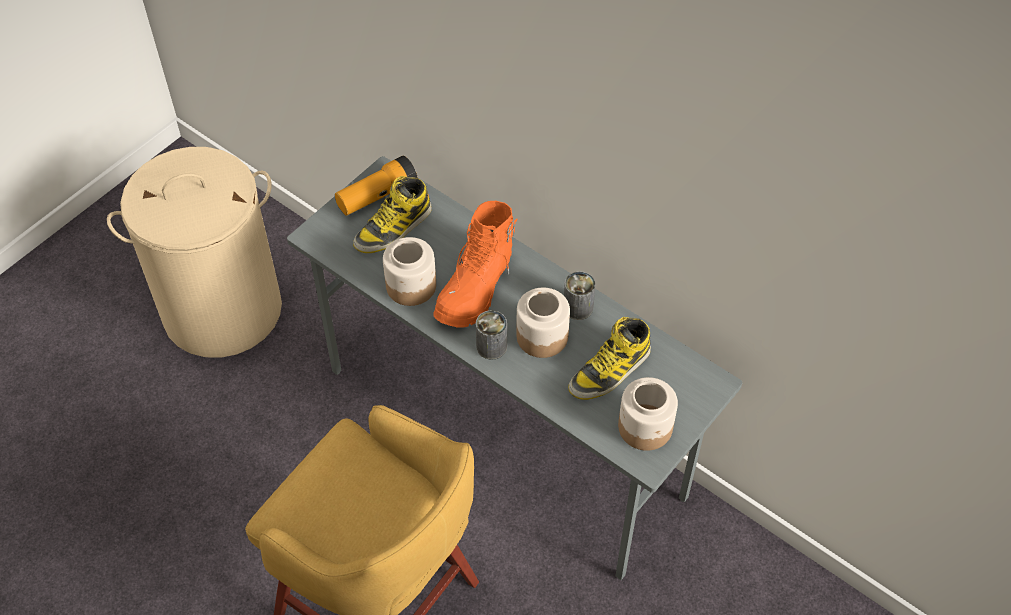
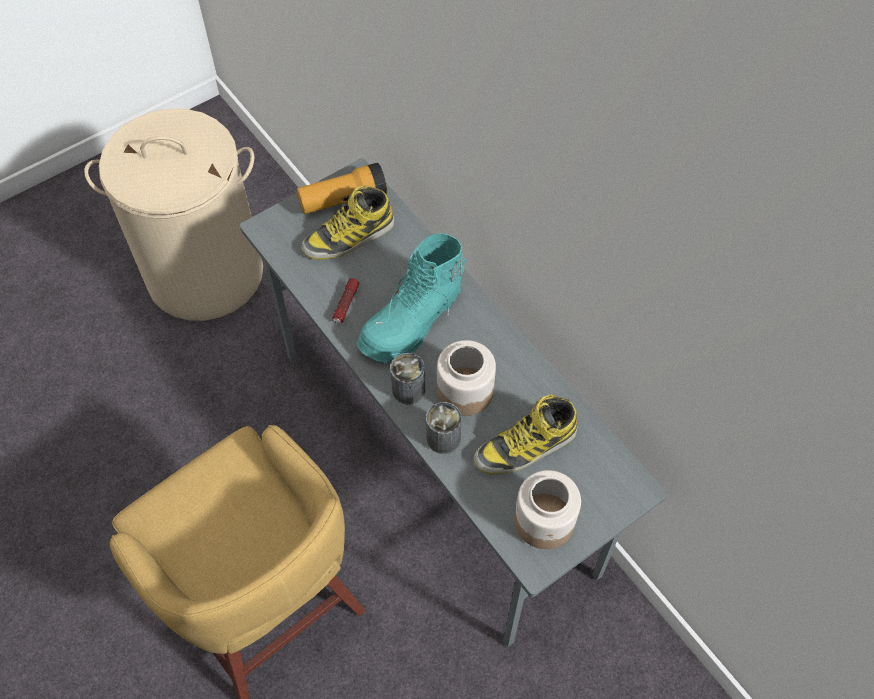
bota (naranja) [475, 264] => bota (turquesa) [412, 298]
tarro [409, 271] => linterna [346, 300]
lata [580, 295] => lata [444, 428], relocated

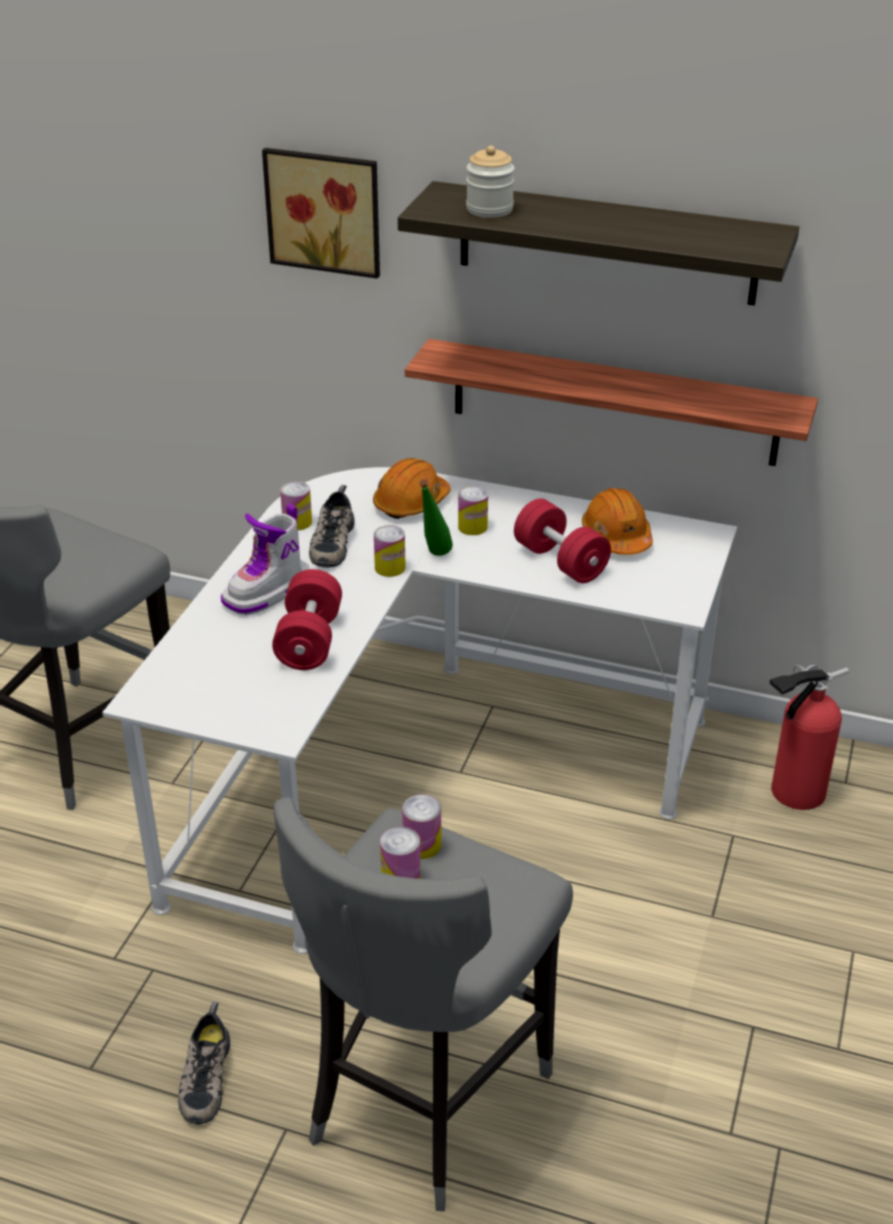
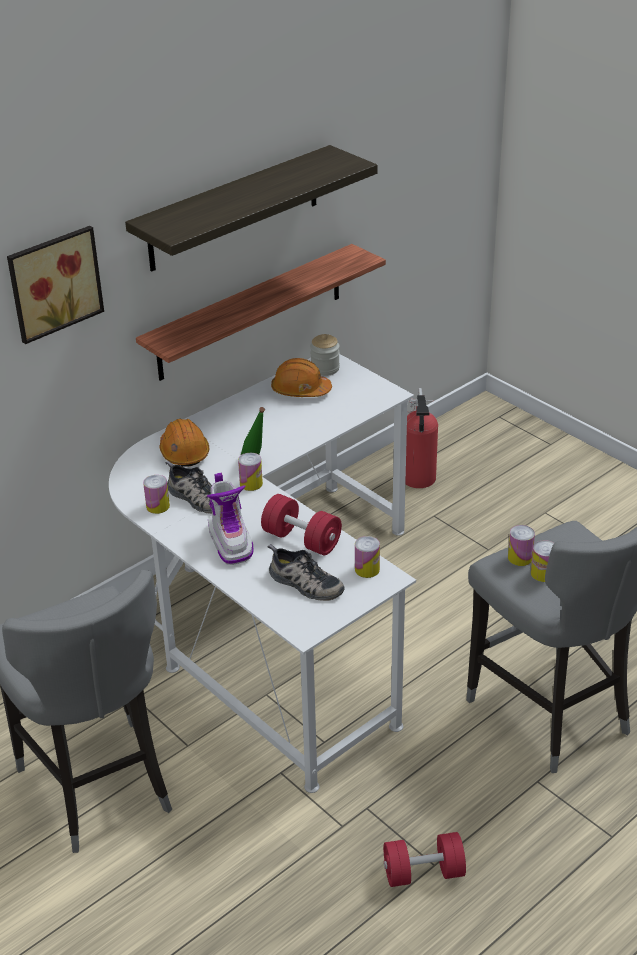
tarro [490, 182] => tarro [325, 355], relocated
lata [473, 510] => lata [367, 557], relocated
mancuerna (rojo) [562, 541] => mancuerna (rojo) [424, 859], relocated
zapato [204, 1063] => zapato [306, 572], relocated

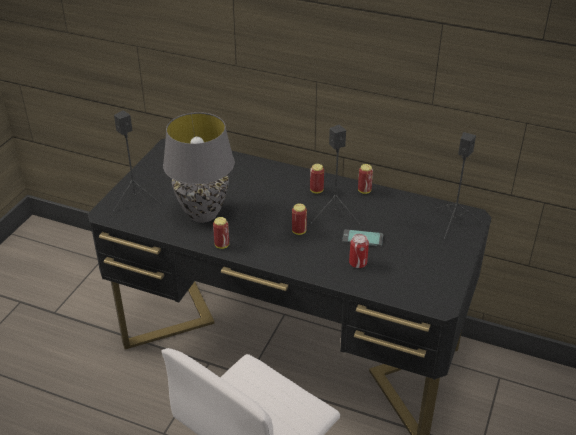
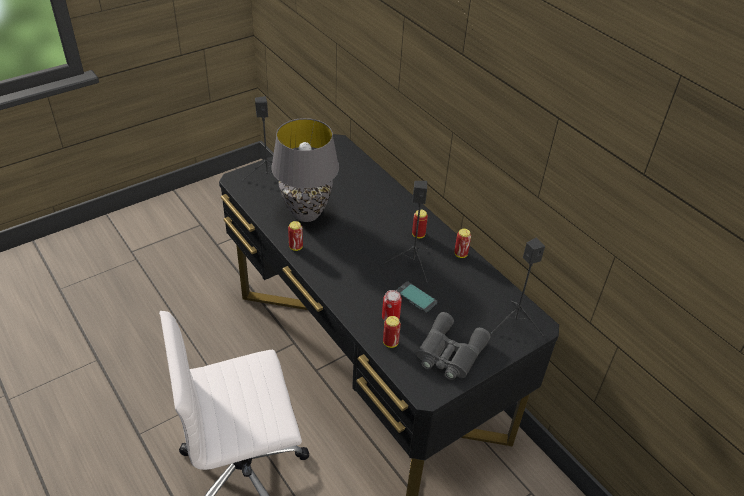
lata [299, 219] => lata [392, 332], relocated
nothing => prismáticos (gris) [453, 346]

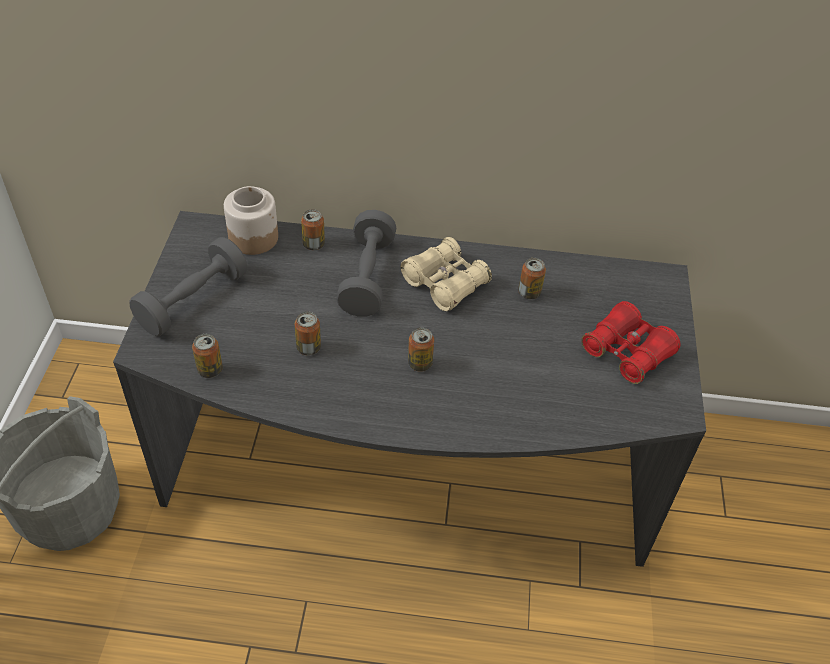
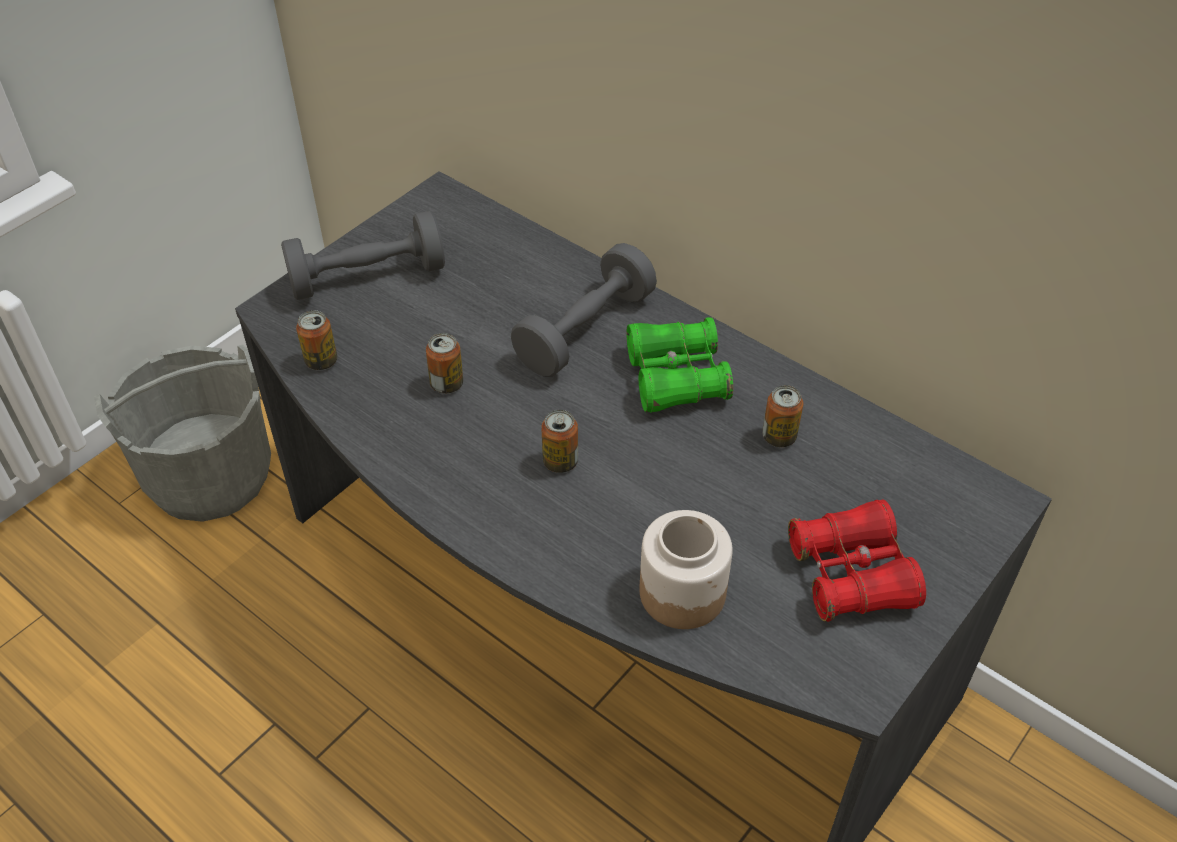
tarro [251, 220] => tarro [686, 569], relocated
lata [313, 229] => nothing
prismáticos (beis) [446, 274] => prismáticos (verde) [679, 365]

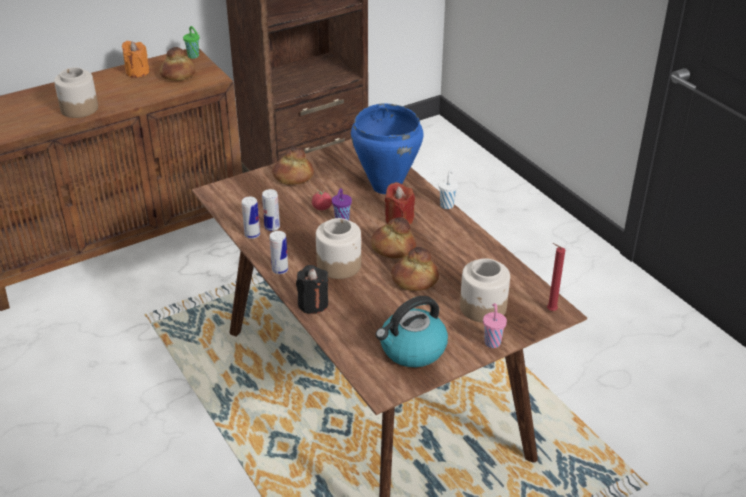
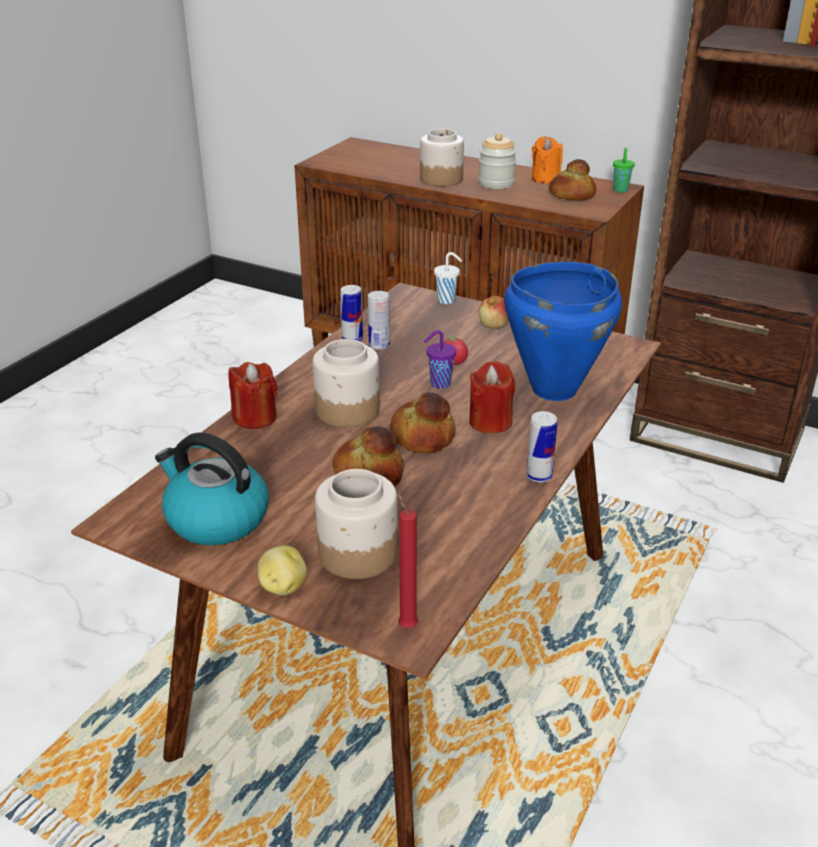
pan [293, 166] => manzana [493, 312]
taza (blanco) [448, 189] => taza (blanco) [448, 278], relocated
lata [278, 252] => lata [541, 447], relocated
vela (negro) [312, 289] => vela (rojo) [252, 395]
taza (rosa) [495, 325] => patata [282, 570]
nothing => tarro [497, 161]

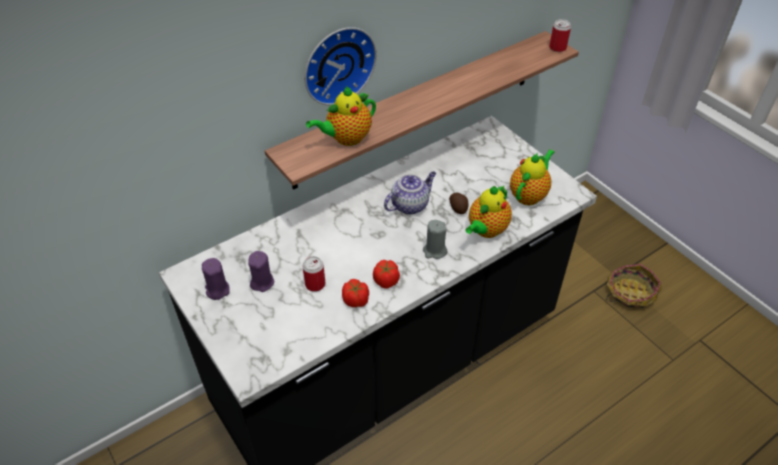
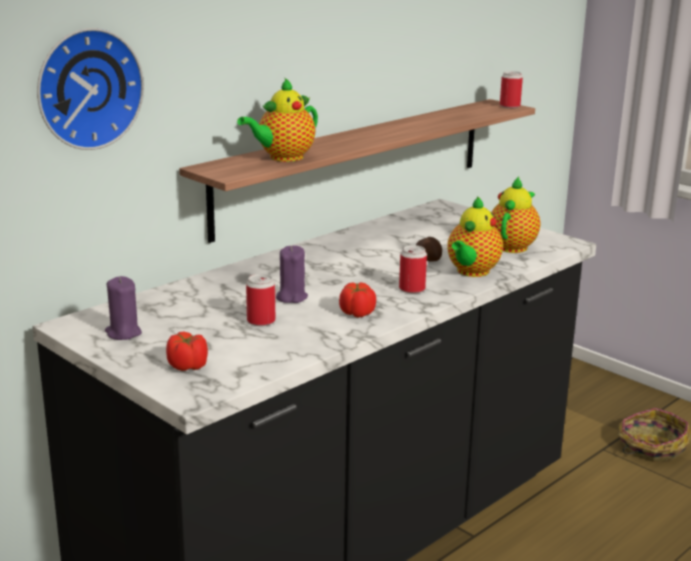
reloj de pared [341, 66] => reloj de pared [90, 89], relocated
tetera [410, 193] => nothing
vela (gris) [435, 239] => lata [413, 269]
vela (morado) [261, 271] => vela (morado) [292, 274], relocated
tomate [355, 293] => tomate [187, 351], relocated

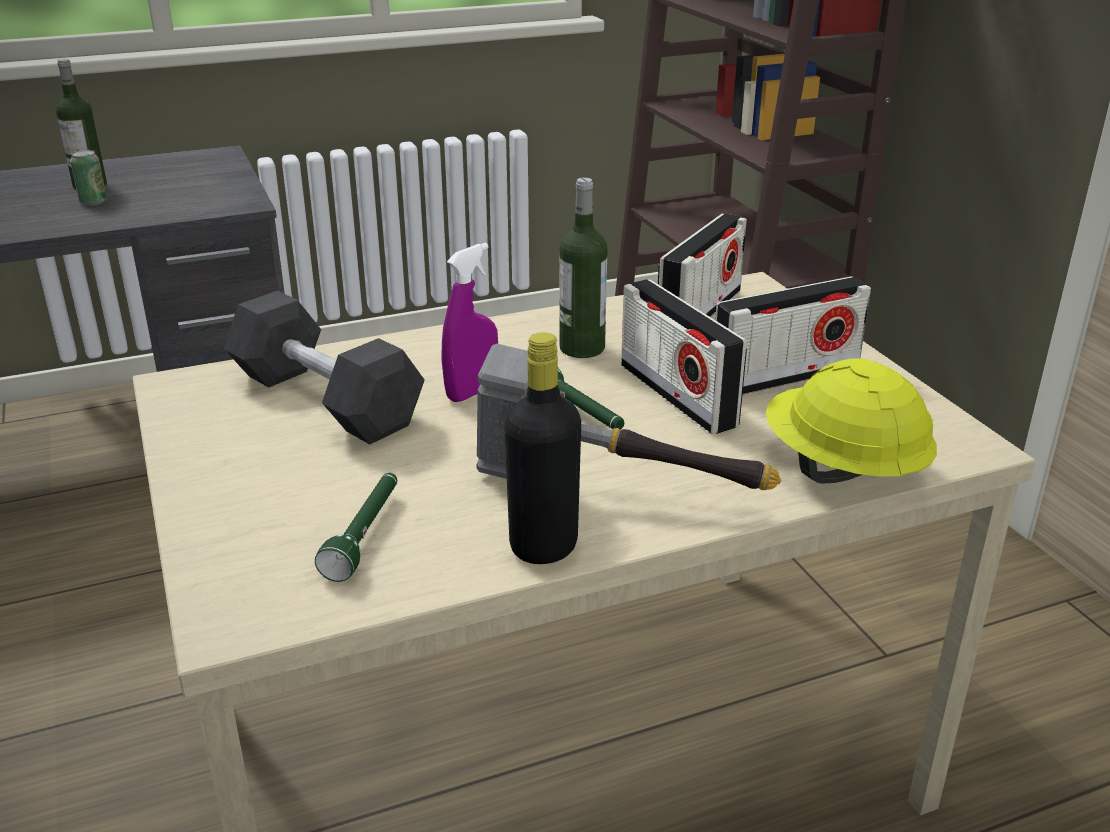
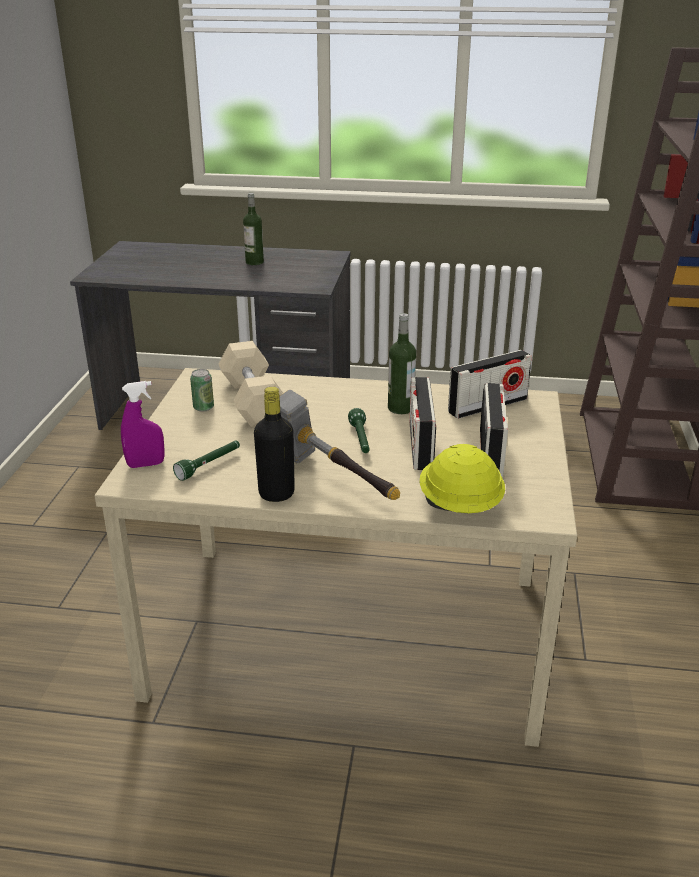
lata [88, 178] => lata [202, 390], relocated
pulverizador (morado) [470, 322] => pulverizador (morado) [143, 424], relocated
radio [793, 335] => radio [494, 430], 90 degrees counterclockwise
mancuerna (negro) [324, 367] => mancuerna (beis) [251, 384]

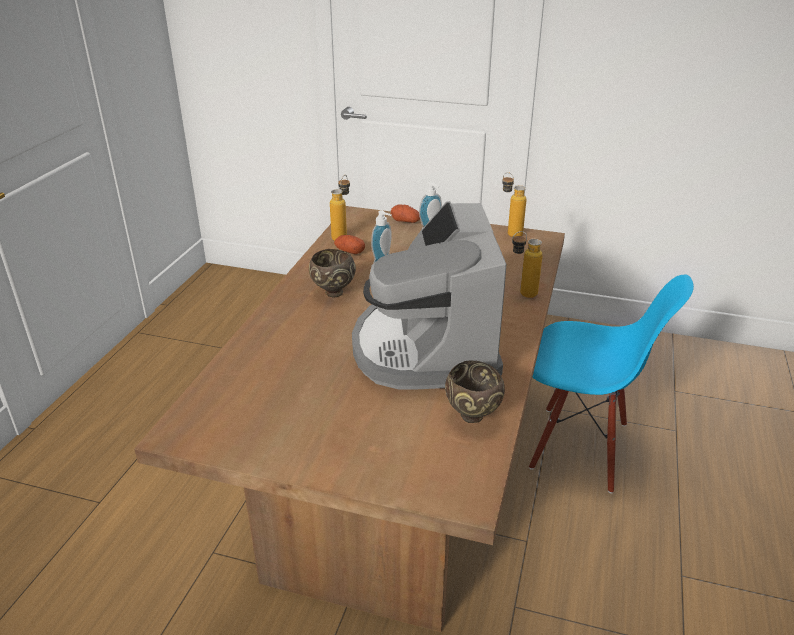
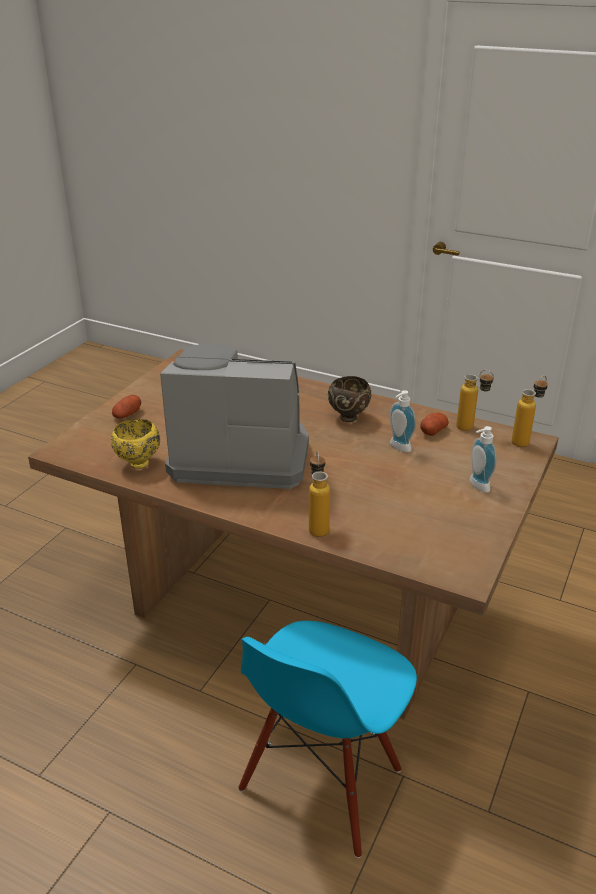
botella [514, 205] => botella [530, 411], relocated
patata [405, 213] => patata [126, 407], relocated
cuenco (marrón) [475, 391] => cuenco (amarillo) [135, 444]

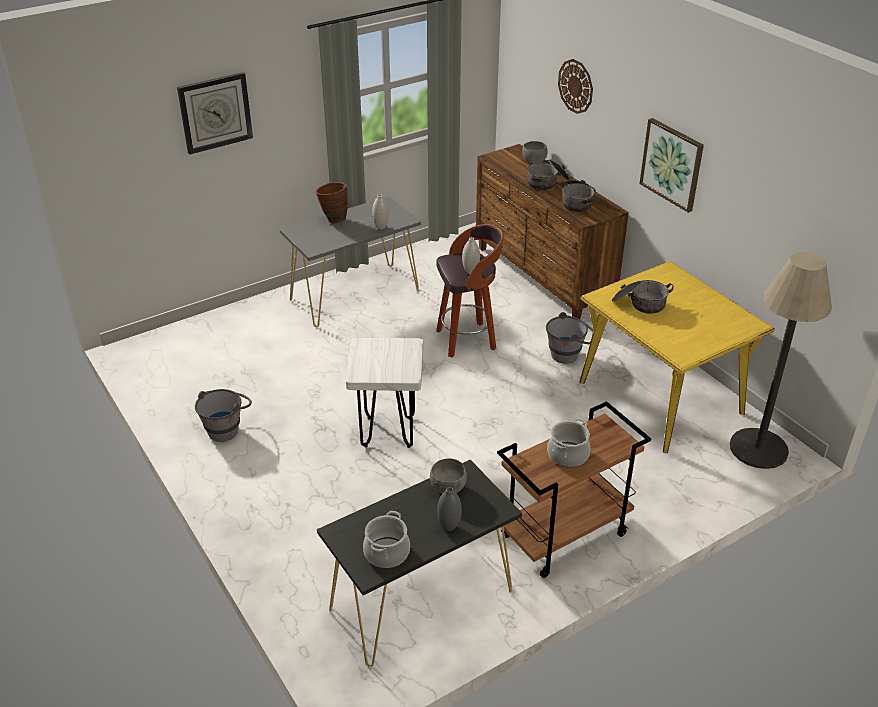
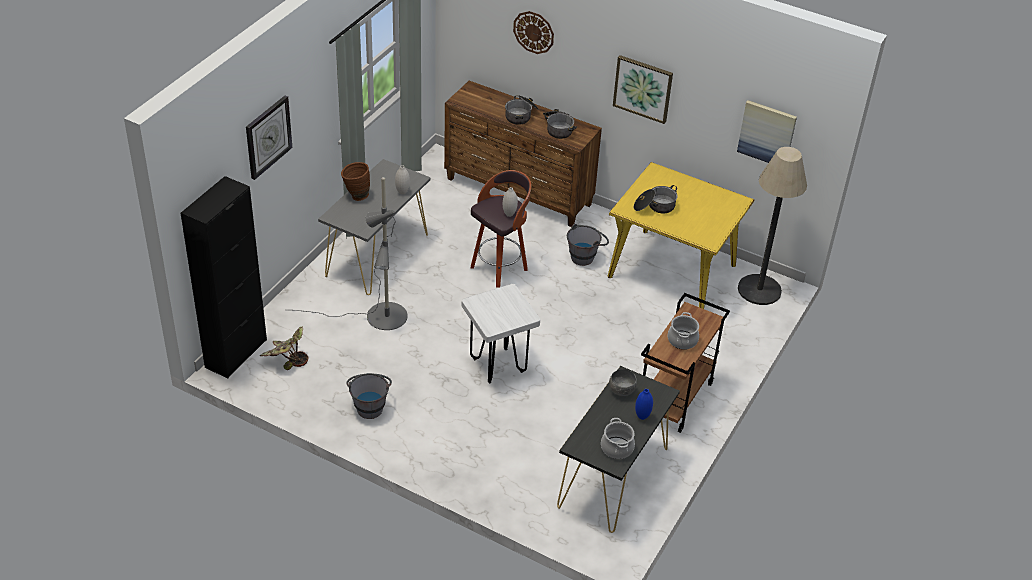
cuenco (gris) [534, 152] => nothing
florero (gris) [449, 509] => florero (azul) [644, 404]
nothing => cuadro [767, 131]
nothing => armario (negro) [224, 277]
nothing => lámpara de pie (gris) [351, 253]
nothing => planta en maceta [284, 348]

